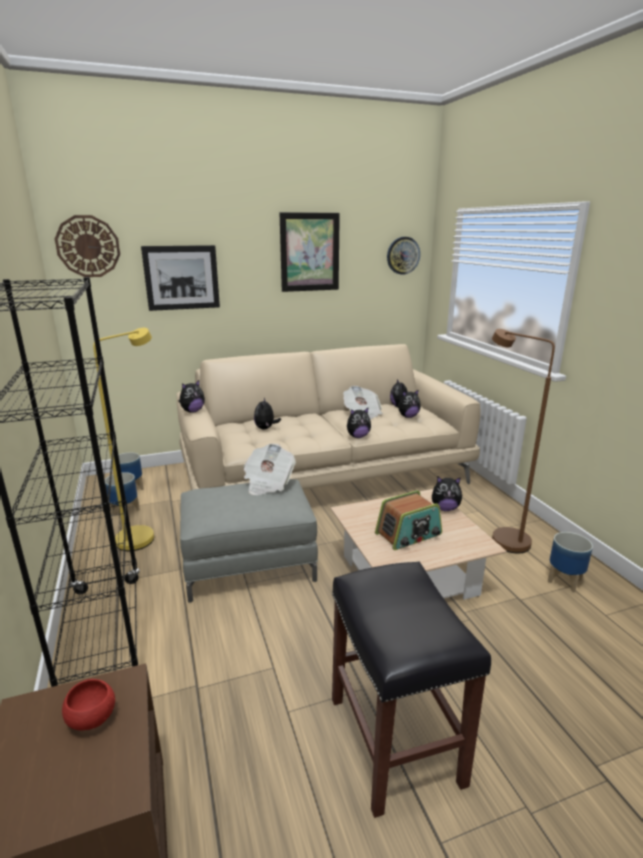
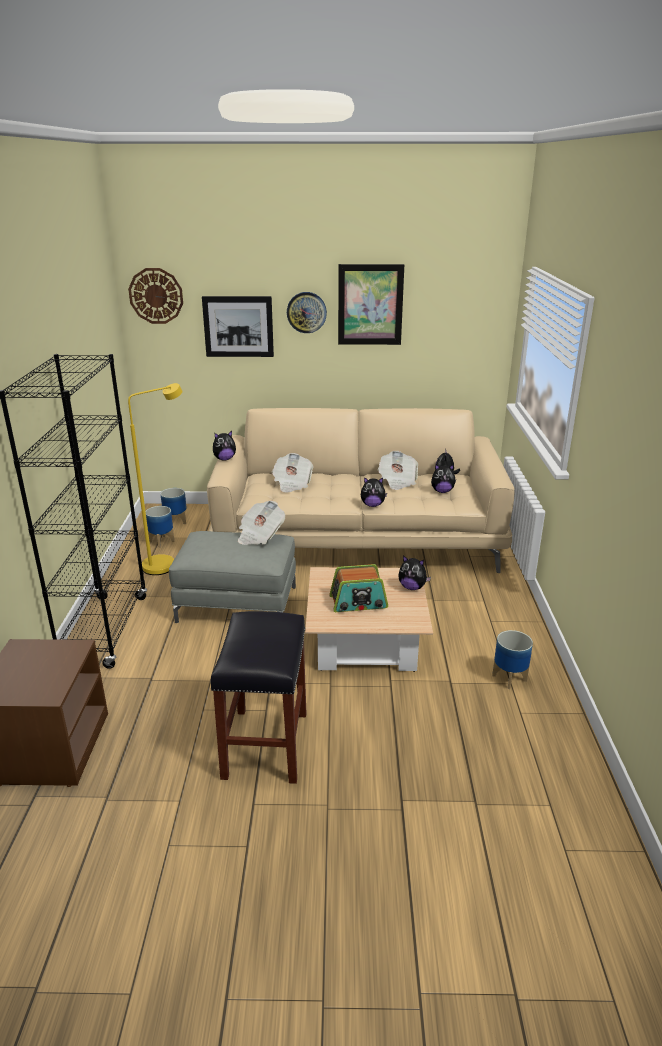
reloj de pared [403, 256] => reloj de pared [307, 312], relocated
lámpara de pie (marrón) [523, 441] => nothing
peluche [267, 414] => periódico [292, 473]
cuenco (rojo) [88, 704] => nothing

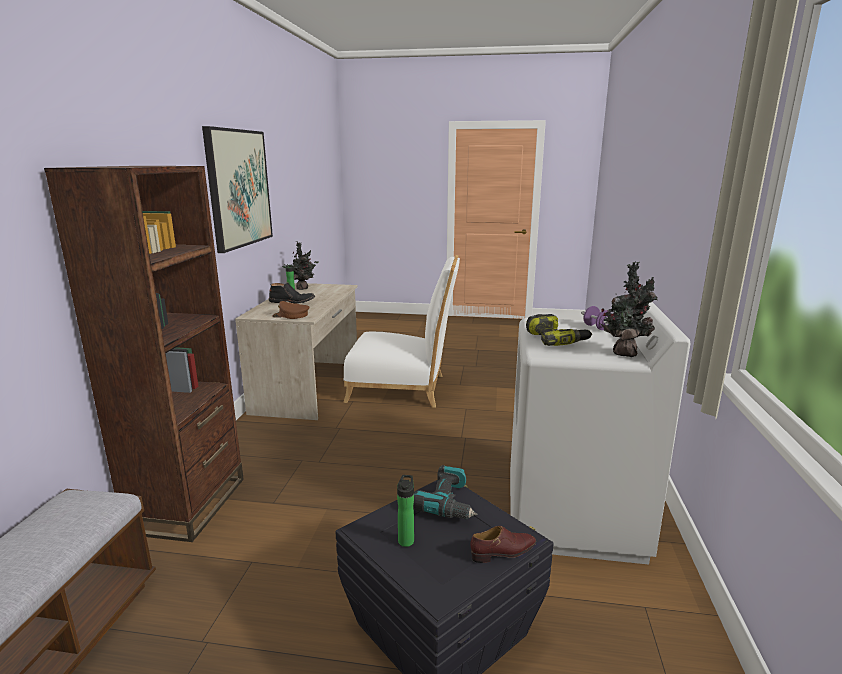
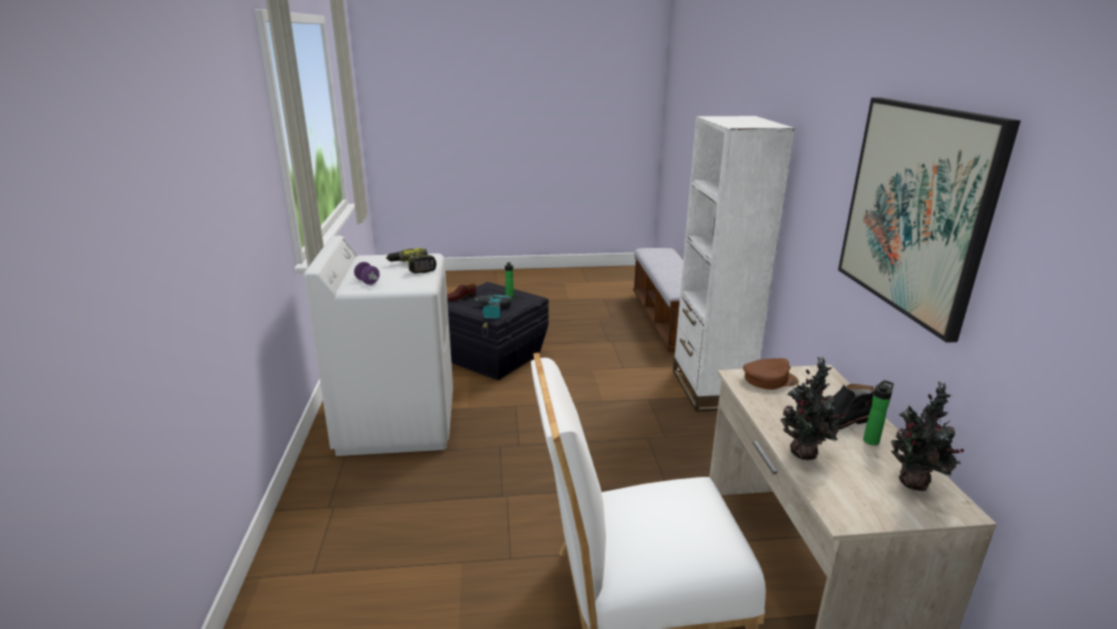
estantería (marrón) [144, 354] => estantería (blanco) [734, 264]
planta en maceta [628, 309] => planta en maceta [812, 408], relocated

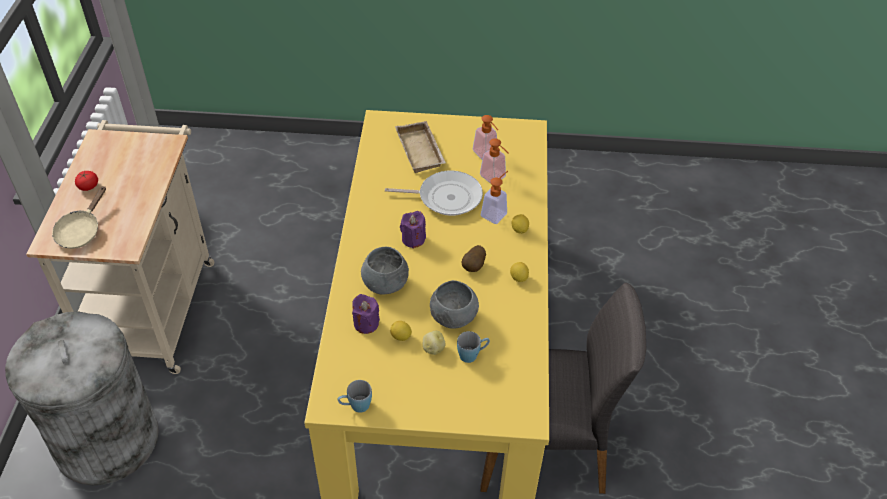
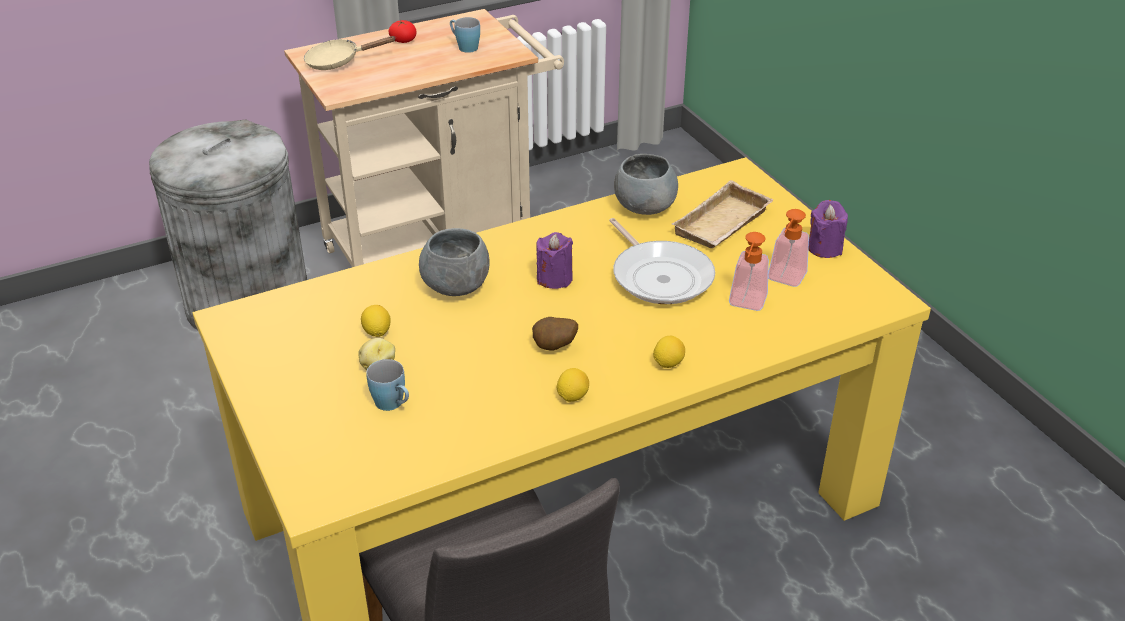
dispensador de jabón [494, 197] => nothing
cuenco (gris) [454, 304] => cuenco (gris) [646, 184], relocated
vela (morado) [366, 314] => vela (morado) [828, 229], relocated
taza grande (azul) [355, 396] => taza grande (azul) [465, 35], relocated

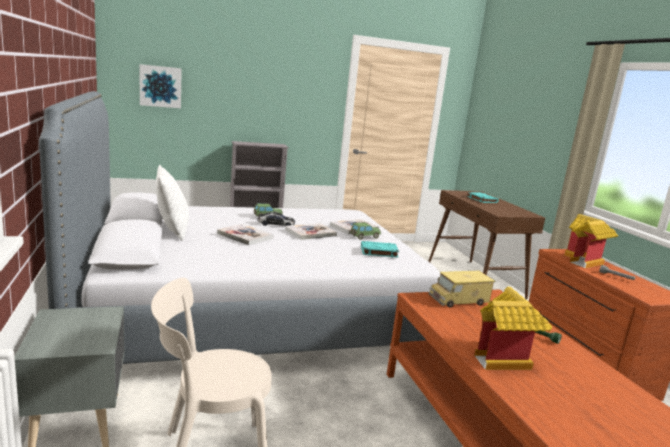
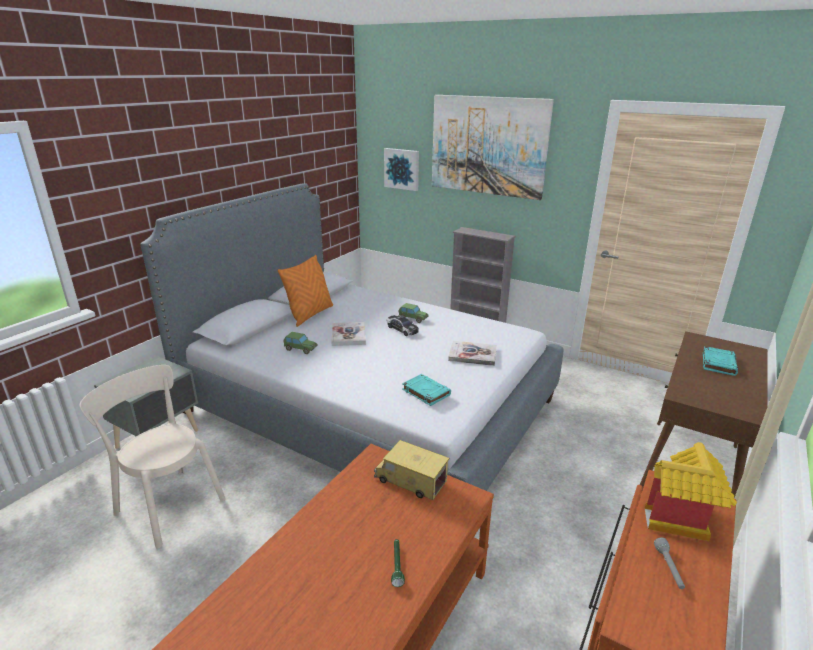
cojín (blanco) [172, 203] => cojín (naranja) [305, 291]
libro [311, 231] => nothing
coche de juguete [366, 231] => coche de juguete [300, 343], relocated
casita [513, 328] => nothing
nothing => cuadro [493, 147]

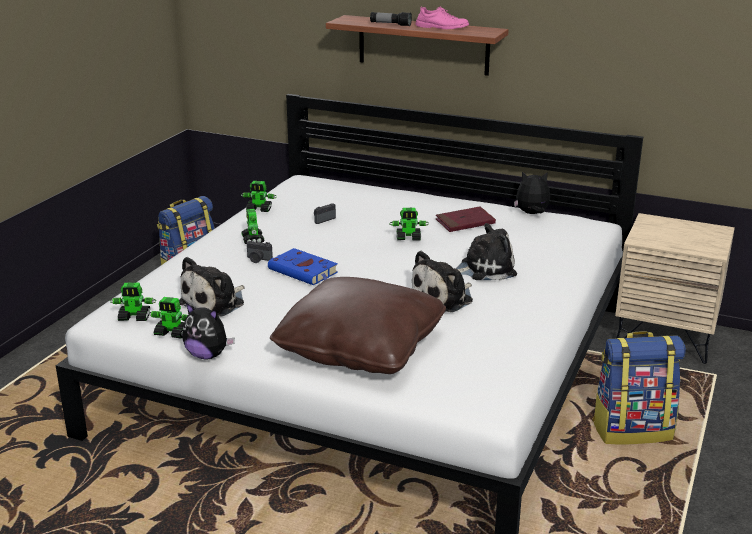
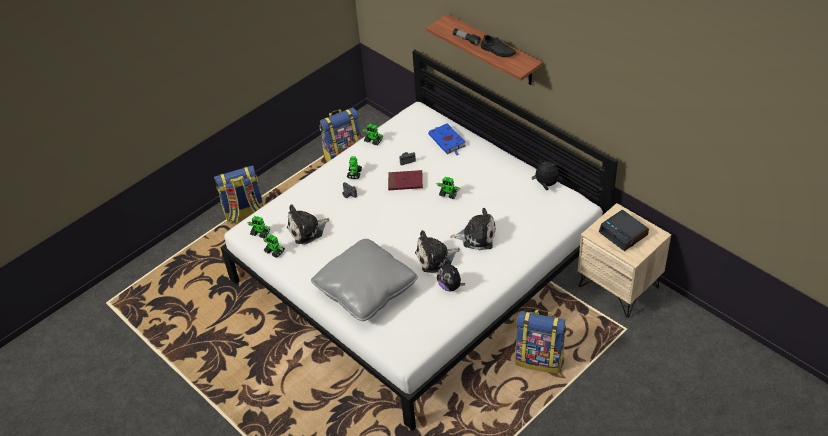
zapato (rosa) [442, 17] => zapato (negro) [498, 46]
libro (rojo) [466, 219] => libro (rojo) [405, 180], relocated
libro (azul) [303, 266] => libro (azul) [446, 139], relocated
cojín (marrón) [358, 325] => cojín (gris) [364, 280]
peluche [208, 331] => peluche [451, 276], relocated
nothing => mochila [239, 194]
nothing => despertador [624, 230]

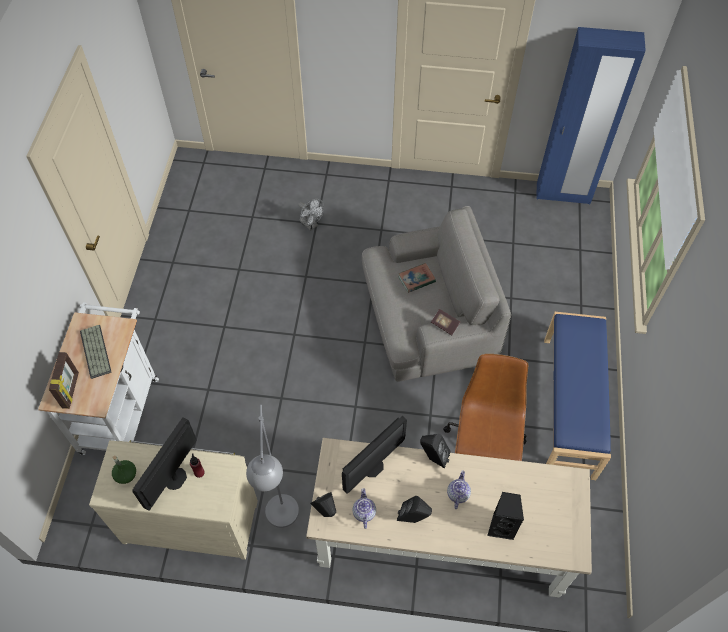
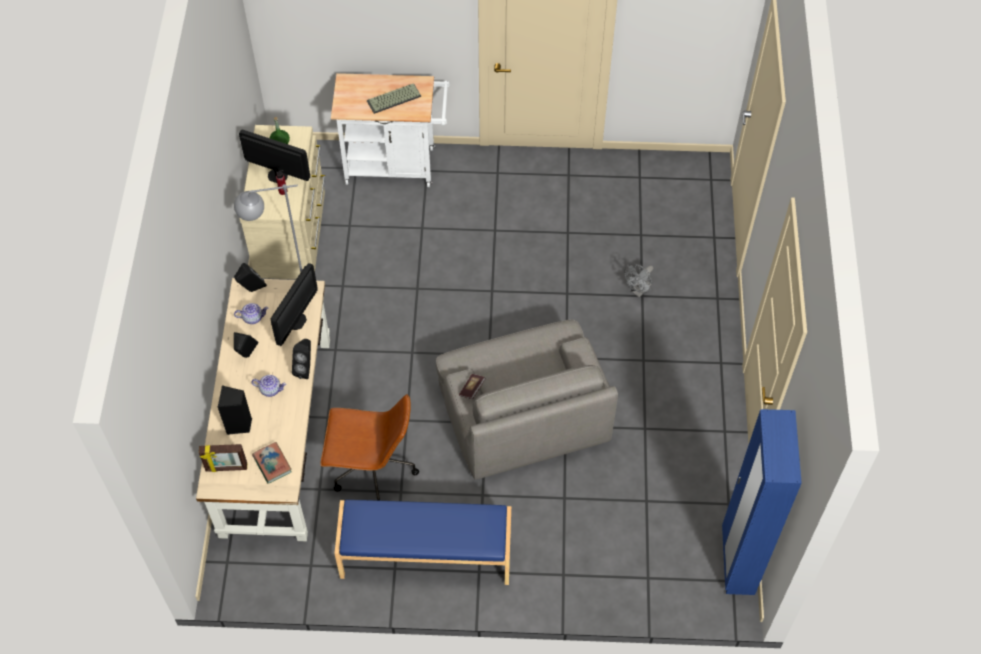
libro [417, 278] => libro [272, 463], relocated
portarretratos [64, 380] => portarretratos [223, 458], relocated
monitor [374, 455] => monitor [294, 304], 105 degrees counterclockwise

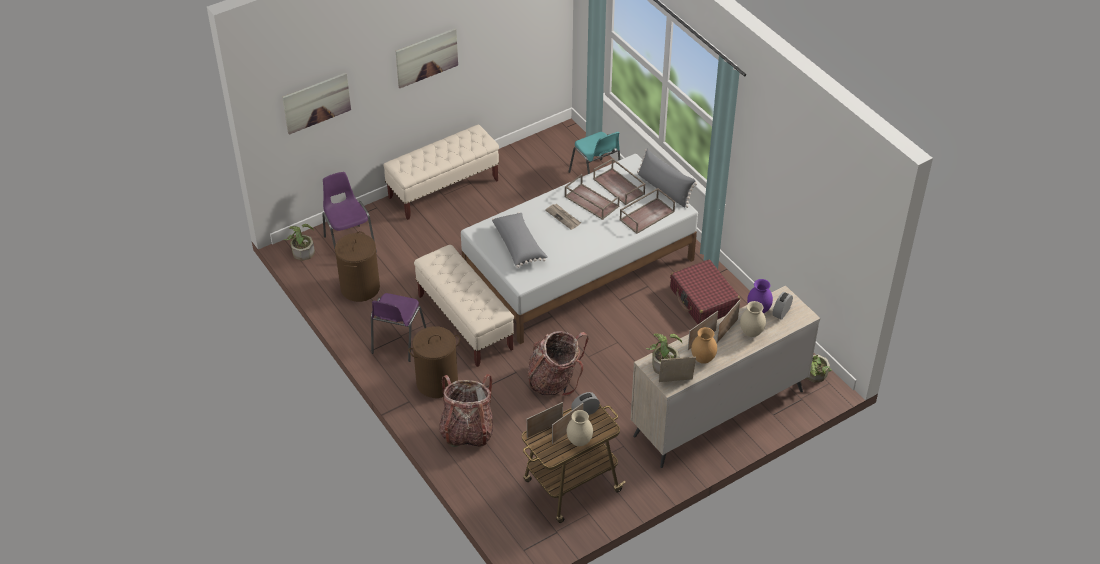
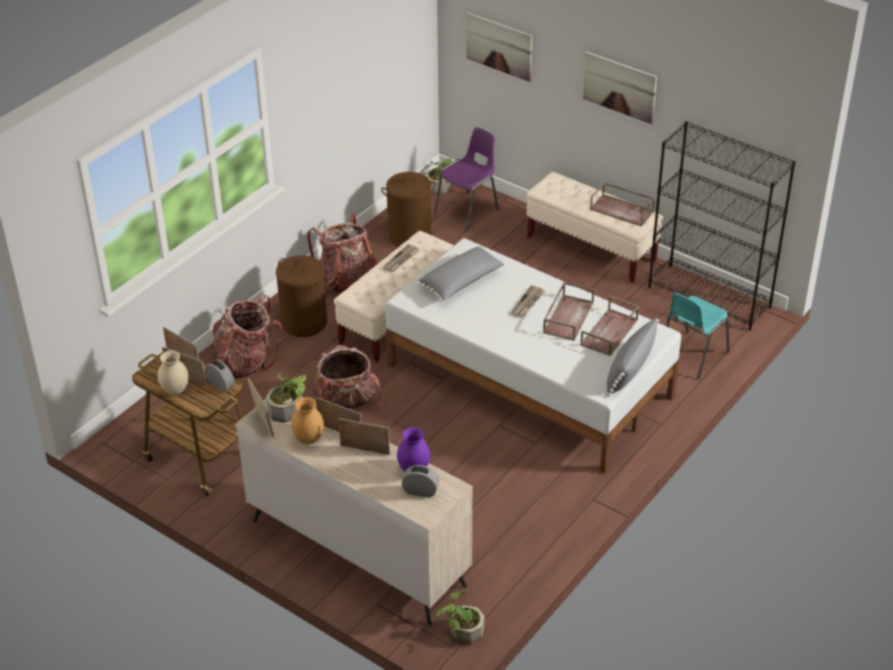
bandeja (marrón) [647, 211] => bandeja (marrón) [623, 204], relocated
maleta (rojo) [705, 292] => nothing
silla (morado) [398, 327] => mochila [342, 254]
florero (beis) [753, 319] => nothing
nothing => estantería (negro) [722, 226]
nothing => periódico [401, 258]

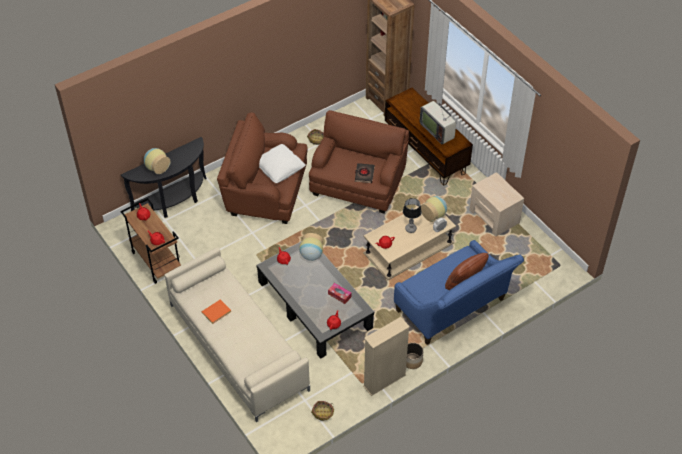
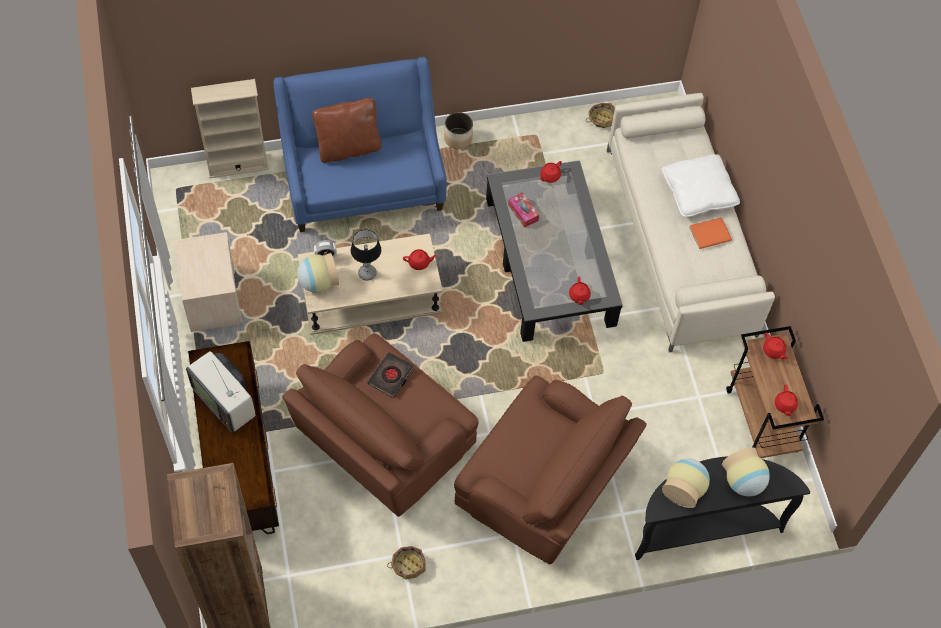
televisor [438, 123] => televisor [221, 392], 150 degrees clockwise
cojín (blanco) [282, 163] => cojín (blanco) [701, 185], relocated
florero [311, 247] => florero [686, 483], relocated
estantería (beis) [386, 356] => estantería (beis) [230, 128], relocated

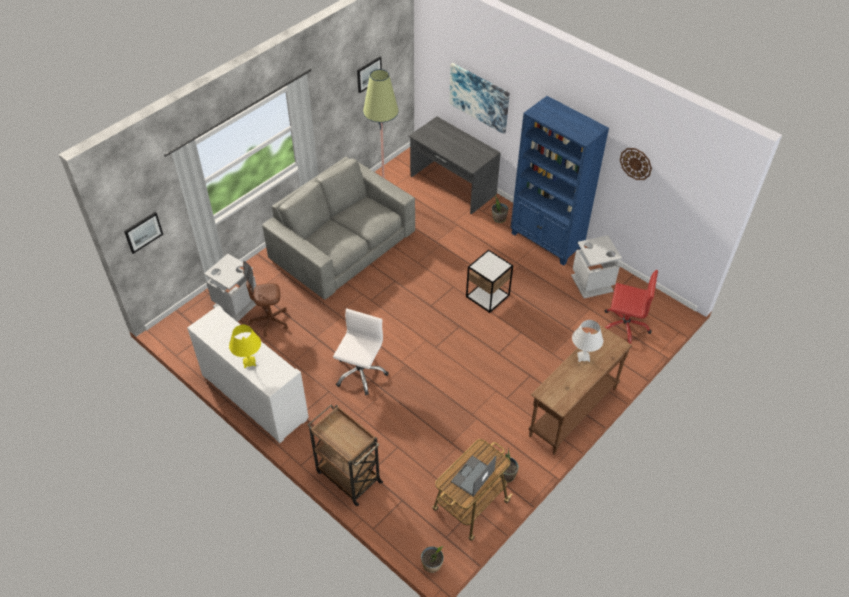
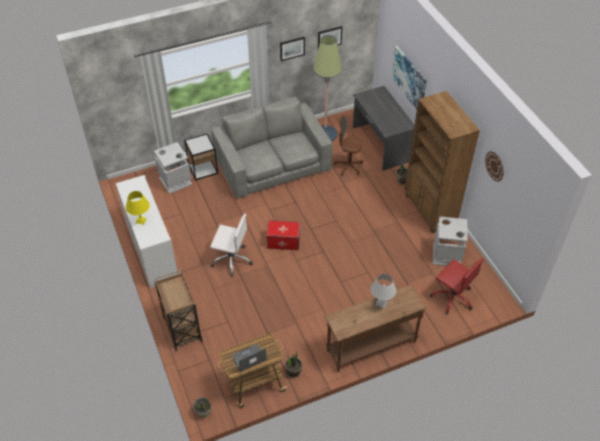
estantería (azul) [559, 181] => estantería (marrón) [442, 162]
cuadro [143, 233] => cuadro [292, 49], relocated
mesa auxiliar [489, 281] => mesa auxiliar [201, 157], relocated
silla de oficina (marrón) [265, 299] => silla de oficina (marrón) [348, 145], relocated
silla de oficina (blanco) [361, 352] => silla de oficina (blanco) [231, 245], 60 degrees clockwise
nothing => caja de almacenaje [283, 235]

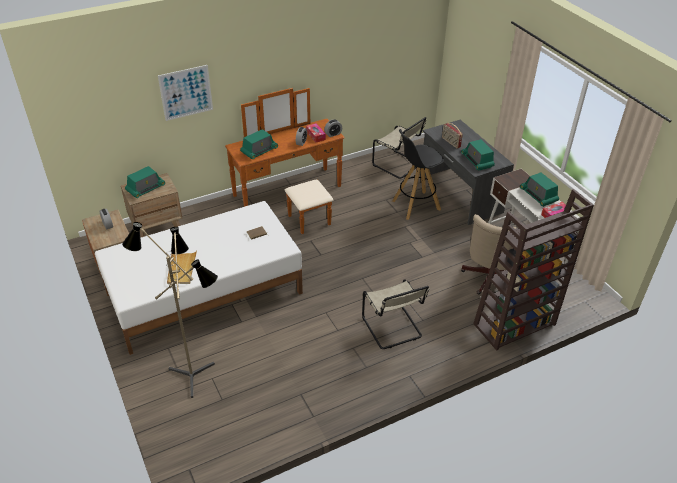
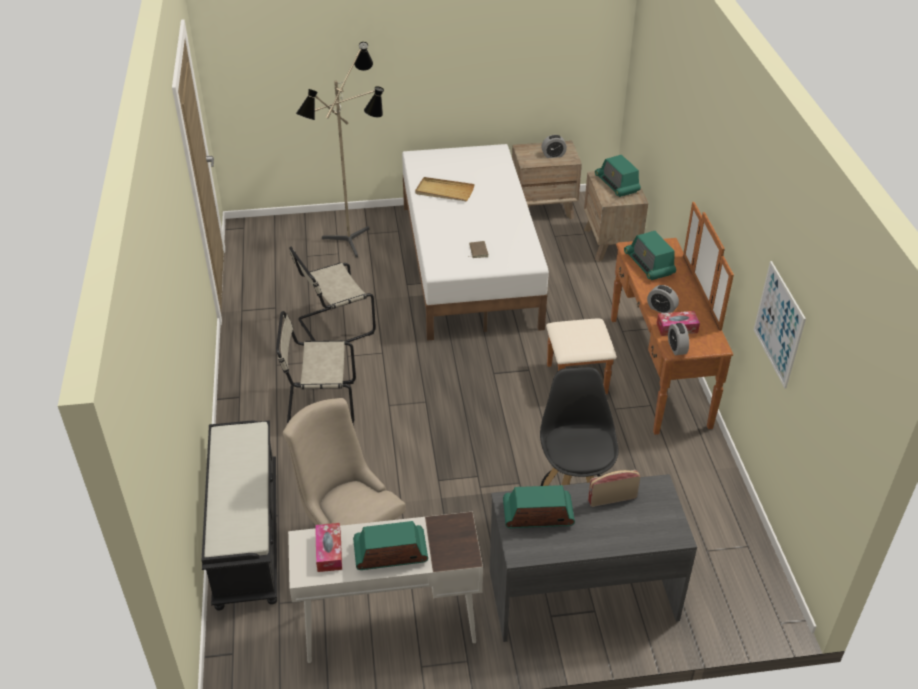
cuadro [185, 93] => cuadro [780, 325], relocated
silla (beis) [399, 148] => silla (beis) [332, 294], relocated
estantería (marrón) [533, 270] => banco (negro) [239, 516]

